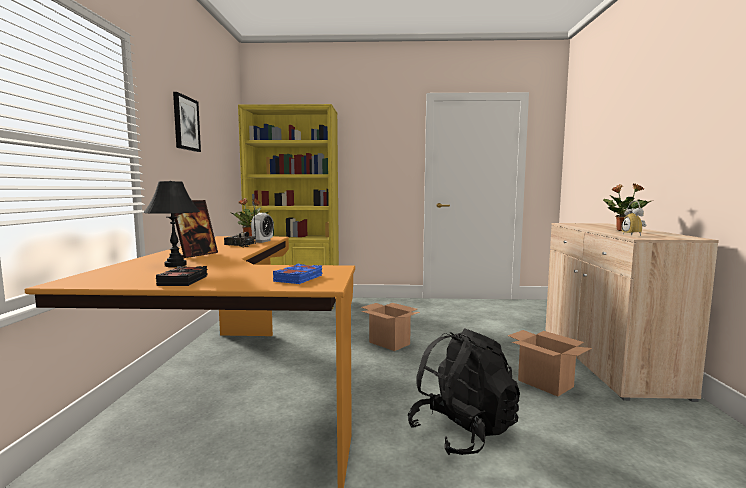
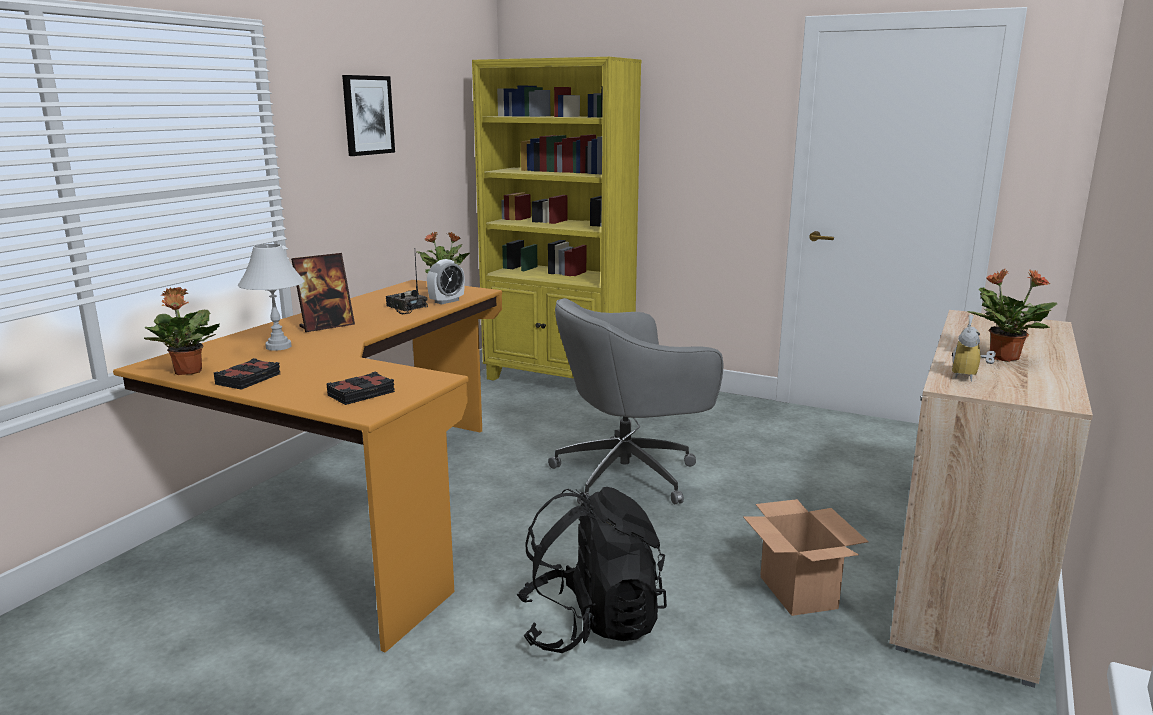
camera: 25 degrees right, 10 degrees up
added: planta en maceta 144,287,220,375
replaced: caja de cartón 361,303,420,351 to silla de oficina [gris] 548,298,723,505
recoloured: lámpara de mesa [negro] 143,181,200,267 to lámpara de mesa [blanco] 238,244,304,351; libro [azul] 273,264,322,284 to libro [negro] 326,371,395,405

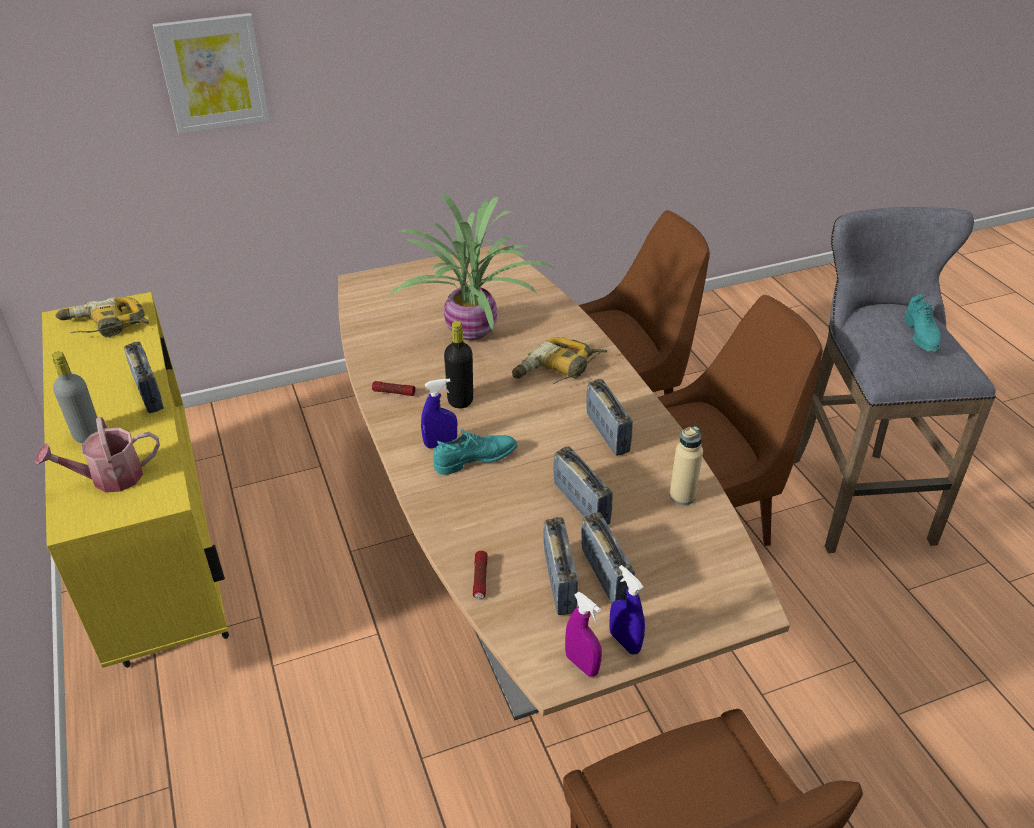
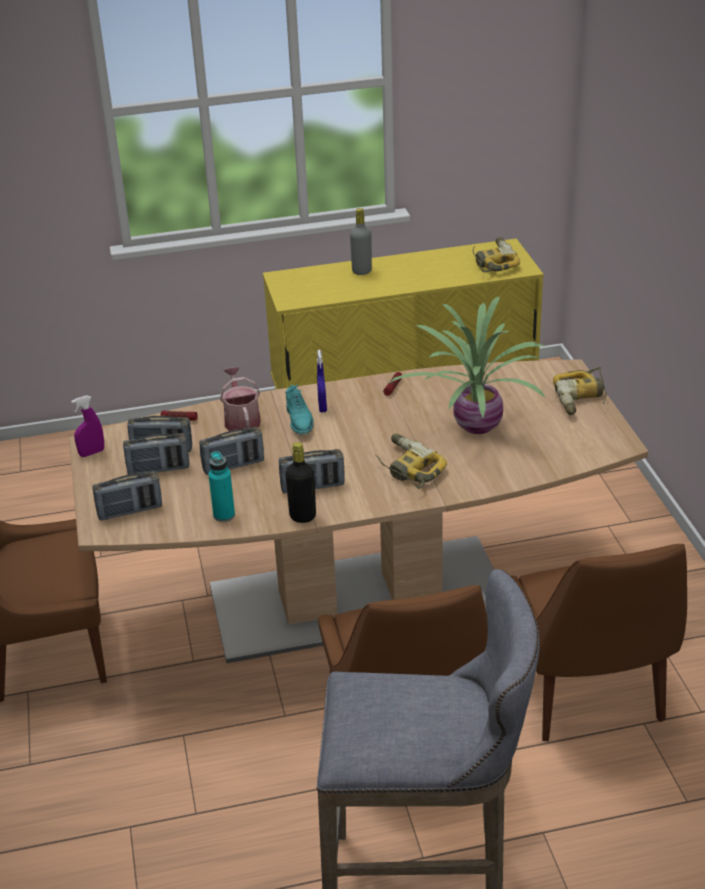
camera: 100 degrees right, 5 degrees down
removed: cuadro 153,13,270,134; pulverizador [azul] 609,565,645,654; zapato [turquesa] 904,294,941,352
added: taladro 553,367,607,415
moved: regadera 35,417,160,492 to 220,367,261,431; radio 124,342,164,413 to 92,471,162,521; botella [negro] 444,321,473,409 to 285,442,316,523
recoloured: botella [beis] 669,426,703,505 to botella [turquesa] 208,451,235,522

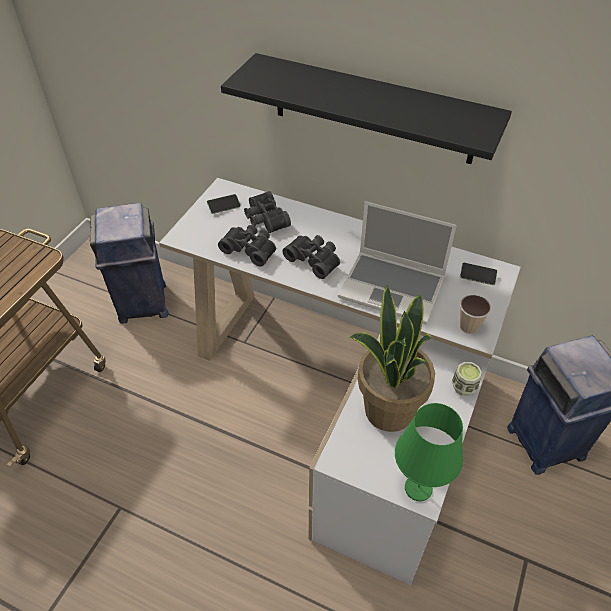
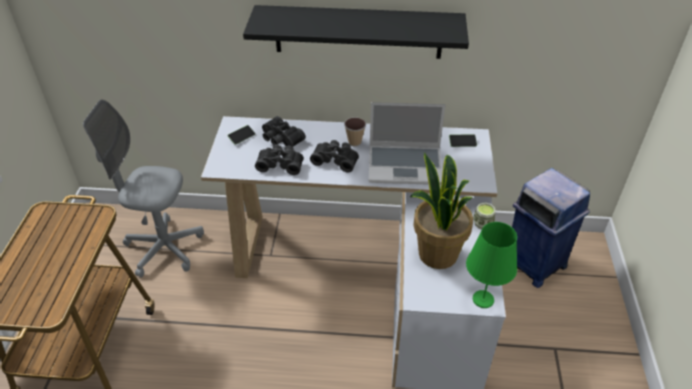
camera: 20 degrees left, 5 degrees down
moved: taza 460,295,491,334 to 344,117,366,147
replaced: papelera [azul] 90,203,169,324 to silla de oficina [gris] 83,99,204,277

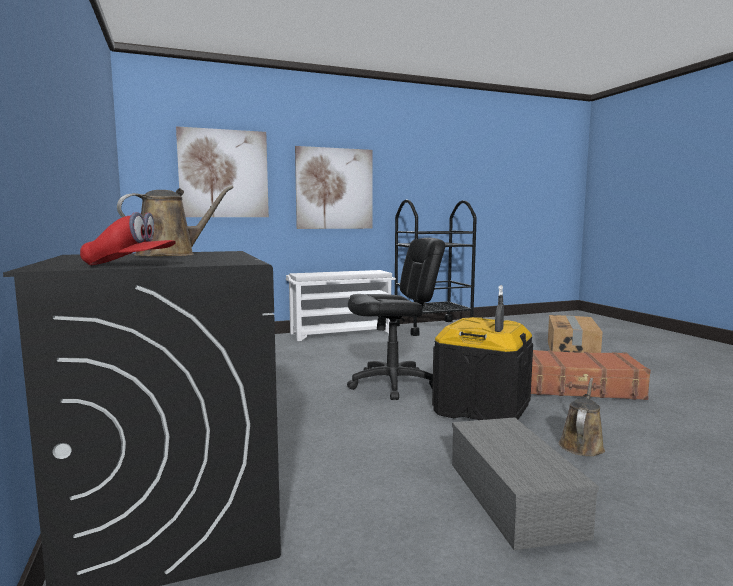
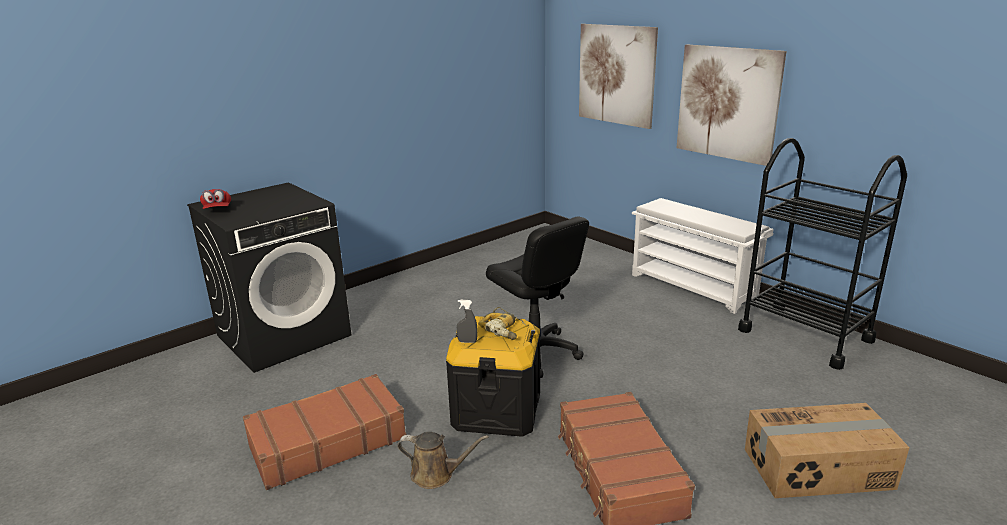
camera: 70 degrees right, 15 degrees up
removed: regadera [marrón] 117,186,234,256
added: taladro 478,307,526,340
replaced: caja de almacenaje [gris] 452,417,599,550 to maleta [marrón] 243,374,406,490

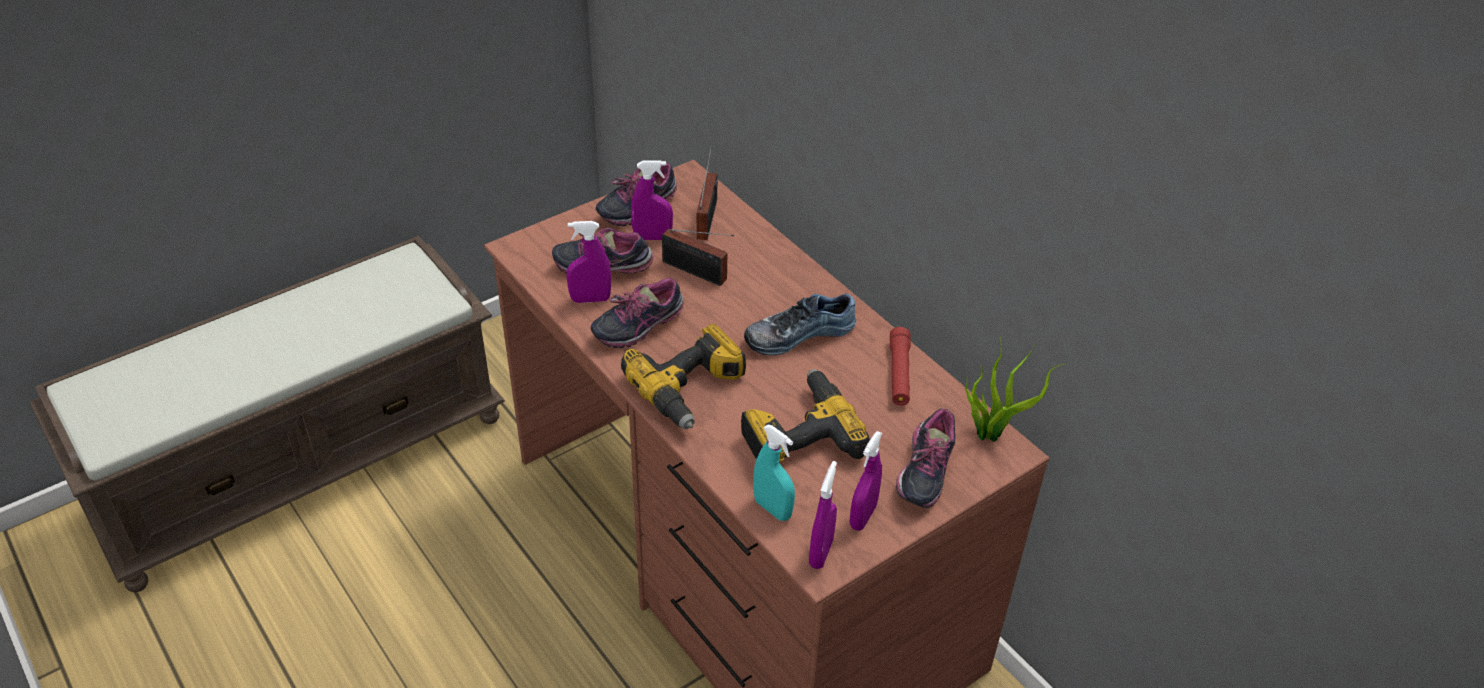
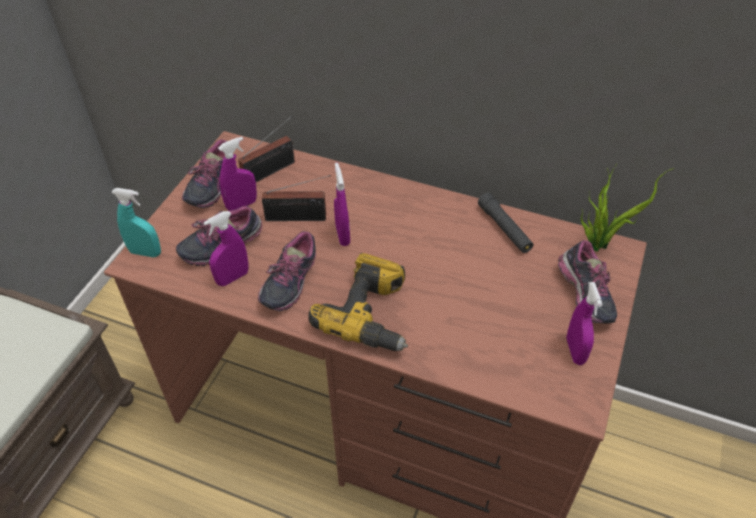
camera: 30 degrees left, 5 degrees up
removed: taladro 741,369,870,462; zapato 744,293,856,355
moved: pulverizador [turquesa] 753,425,795,521 to 111,188,161,257; pulverizador [morado] 809,461,837,569 to 334,163,350,246
recoloured: linterna [rojo] 890,327,911,406 to linterna [negro] 478,193,533,253
turned: radio 697,146,718,240 = 238,116,295,182 75 degrees clockwise

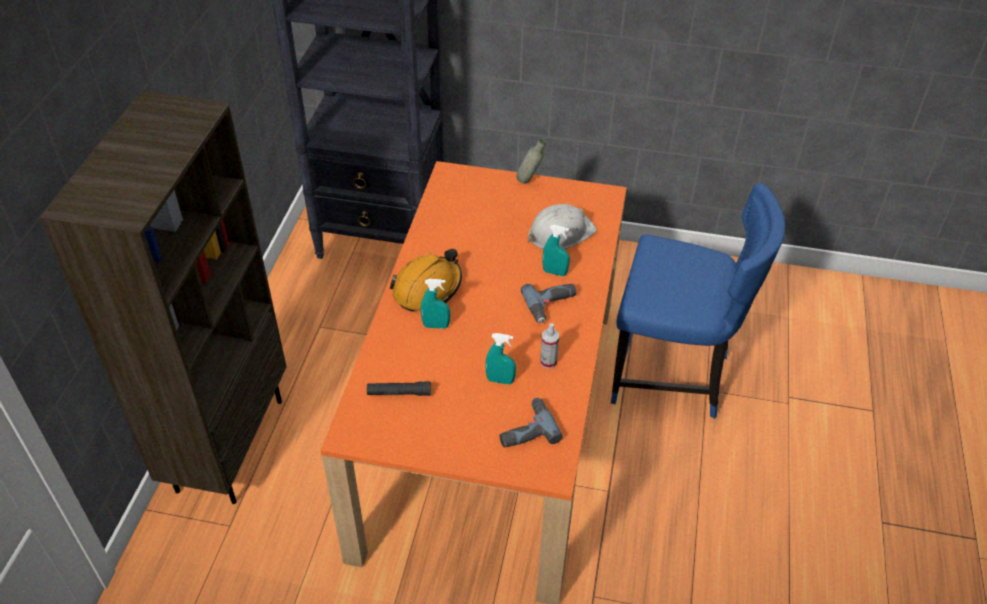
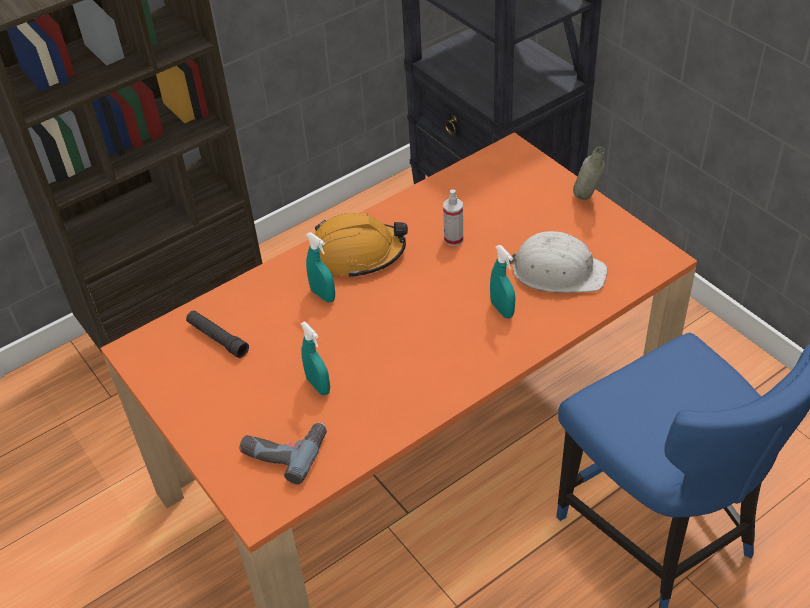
camera: 45 degrees right, 0 degrees up
removed: taladro 521,284,576,323
moved: pulverizador 540,323,559,369 to 443,189,463,246

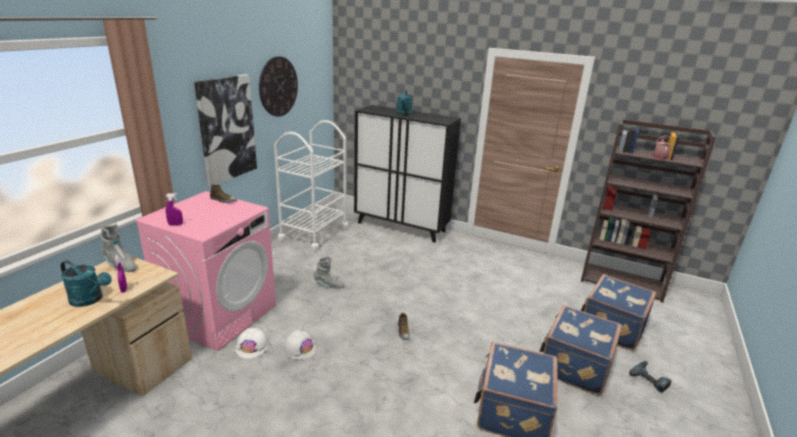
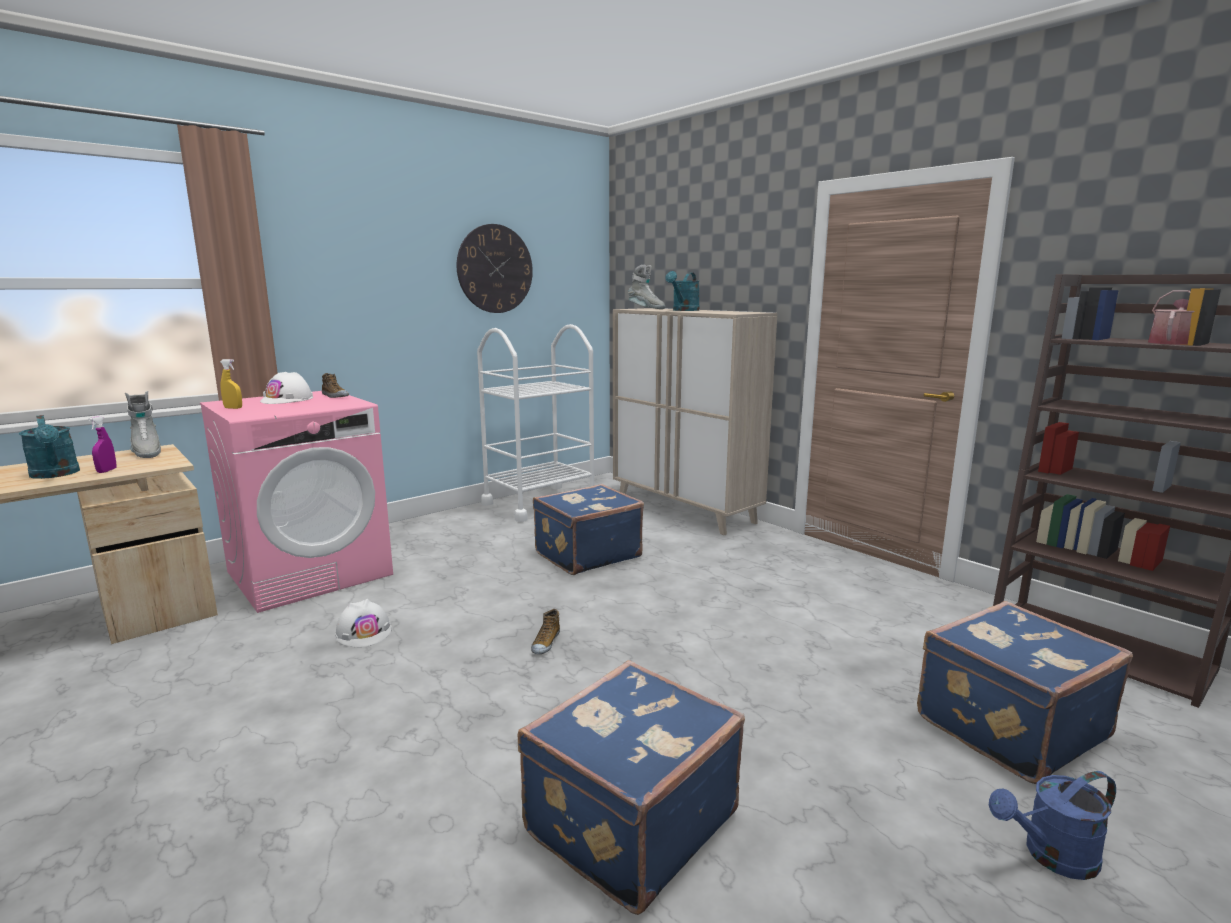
camera: 25 degrees right, 10 degrees down
removed: cuadro 194,74,257,187
moved: casco [blanco] 235,328,268,359 to 260,372,313,404; bota [gris] 314,256,344,289 to 628,265,666,309; maleta [azul] 540,305,622,396 to 533,484,644,575
replaced: taladro 629,361,672,393 to regadera [azul] 989,771,1116,880
recoloured: pulverizador [morado] 166,193,183,225 to pulverizador [amarillo] 220,359,242,409; armario [negro] 354,105,461,243 to armario [beis] 613,308,777,535

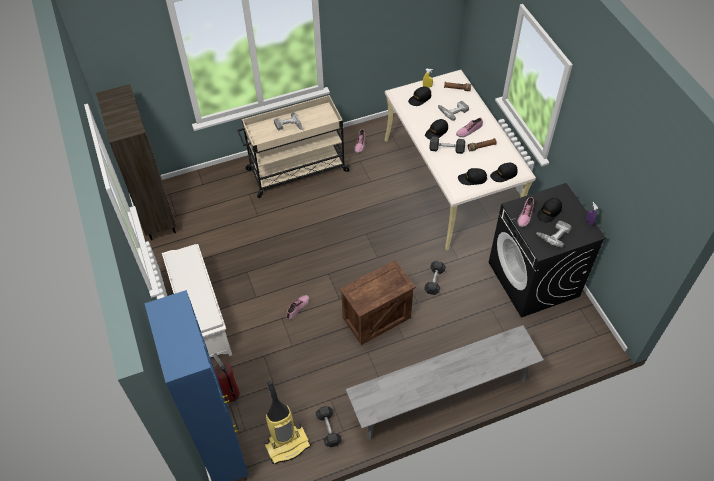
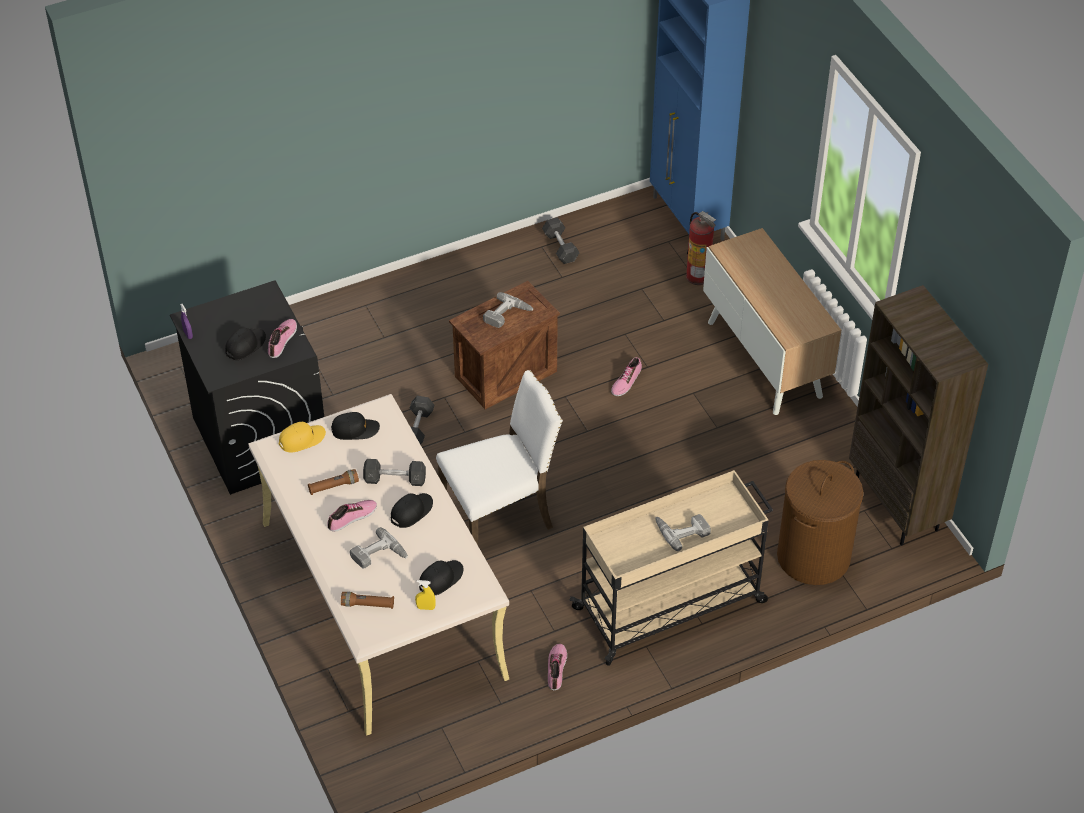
camera: 175 degrees right, 5 degrees down
removed: aspiradora 264,381,311,464; banco [gris] 346,325,544,441
added: silla [blanco] 436,370,563,545; cesto de la ropa [marrón] 777,460,863,585
moved: taladro 536,221,572,248 to 483,292,533,328
replaced: zapatero [blanco] 162,244,232,358 to armario 703,228,841,415
recoloured: gorra [negro] 490,163,518,182 to gorra [amarillo] 278,422,326,452

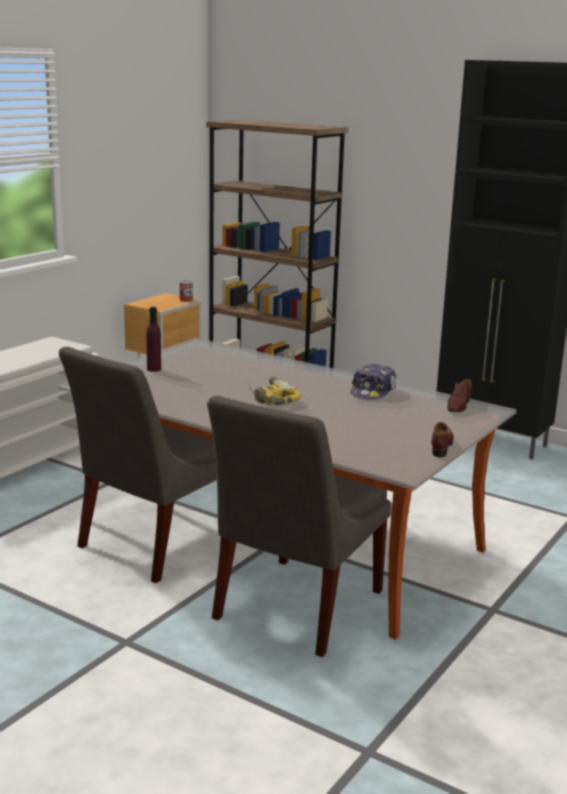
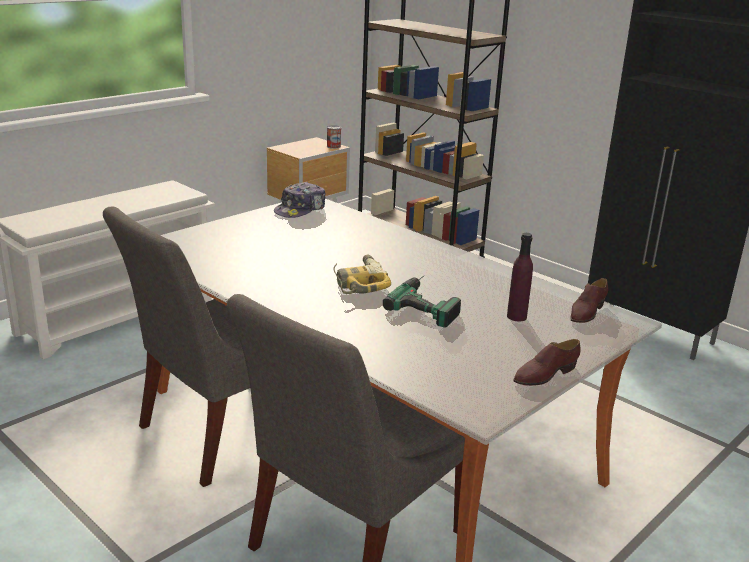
camera: 10 degrees right, 5 degrees up
added: taladro 383,276,461,328
moved: botella [morado] 146,307,161,372 to 507,233,533,321; gorra 350,363,396,400 to 274,182,326,218
turned: zapato [marrón] 431,422,454,457 = 513,339,581,386 150 degrees counterclockwise

